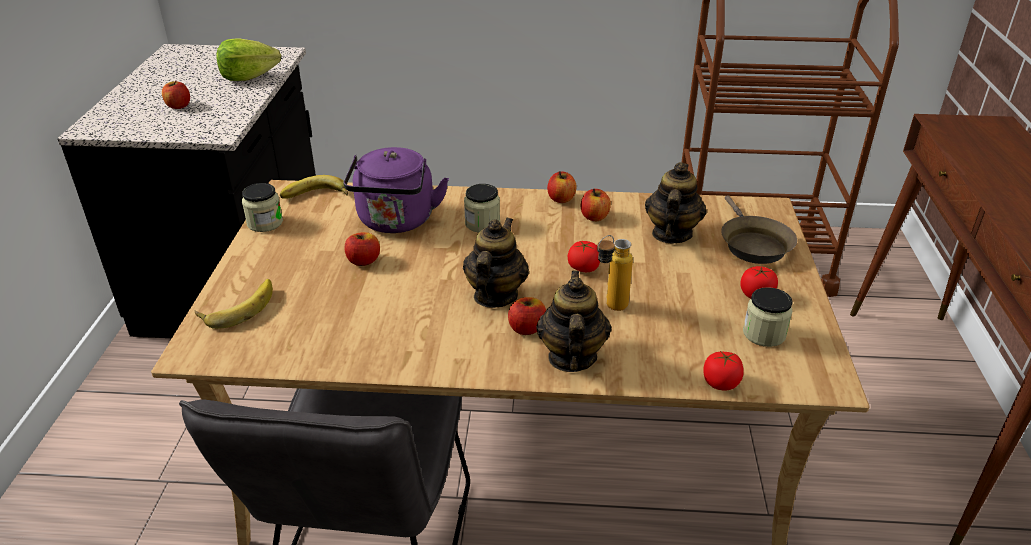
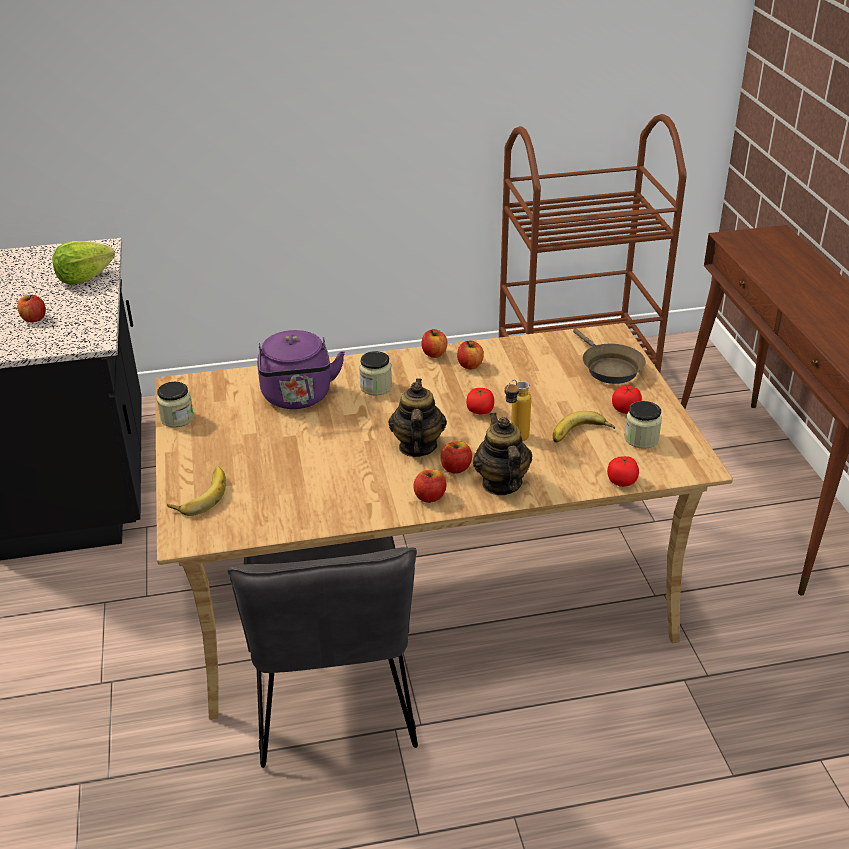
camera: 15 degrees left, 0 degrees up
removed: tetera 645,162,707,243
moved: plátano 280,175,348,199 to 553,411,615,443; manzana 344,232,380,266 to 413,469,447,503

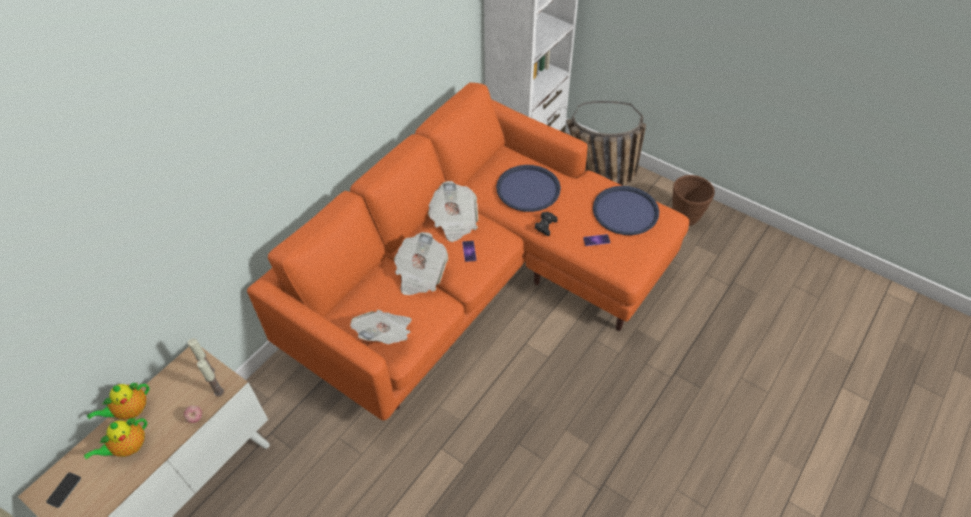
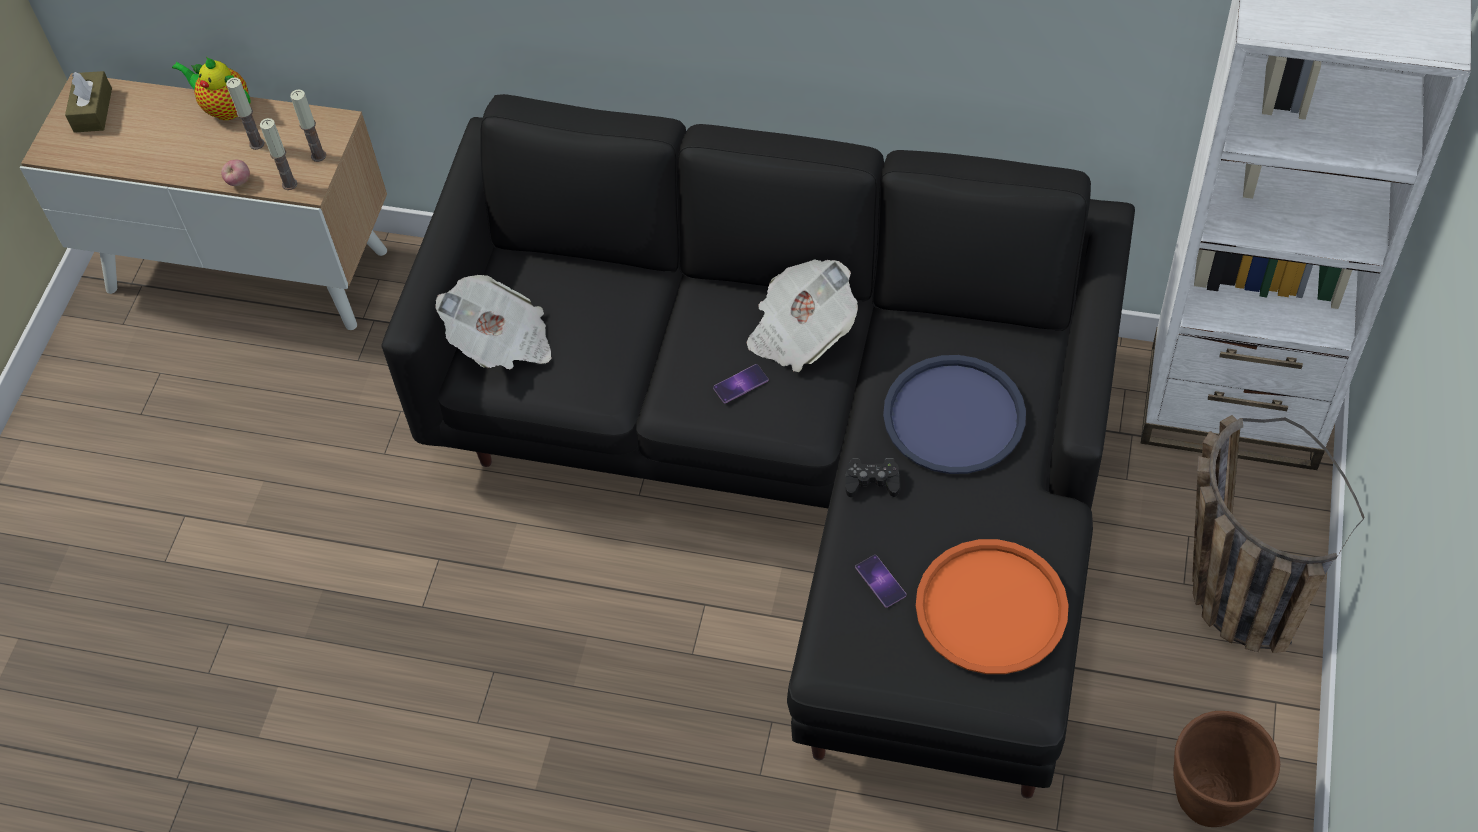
camera: 70 degrees right, 5 degrees up
removed: tetera 84,417,147,460; periódico 394,232,448,295
added: vela 226,77,265,150
replaced: móvil 46,472,81,508 to caja de pañuelos [marrón] 65,71,112,133
recoloured: sofá [naranja] 247,83,689,420 to sofá [negro] 381,94,1135,799; bandeja [azul] 593,186,659,235 to bandeja [naranja] 916,539,1069,674

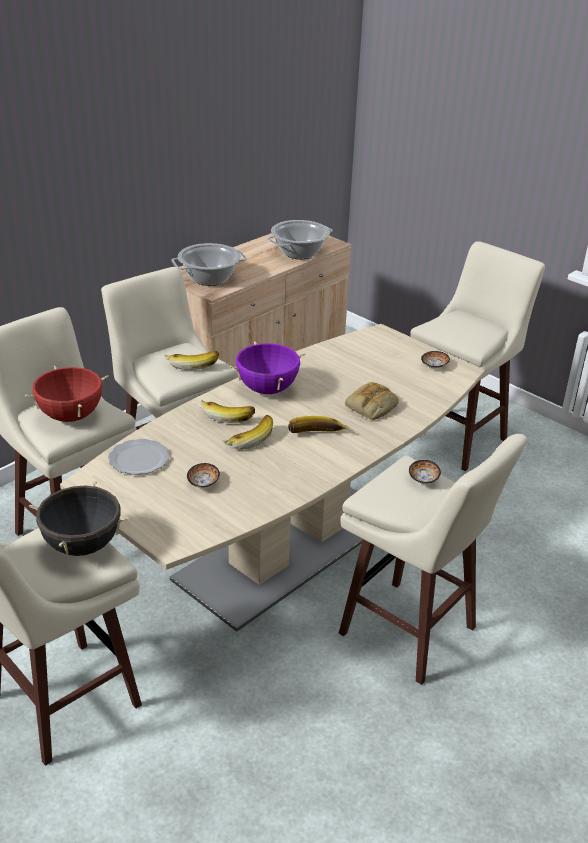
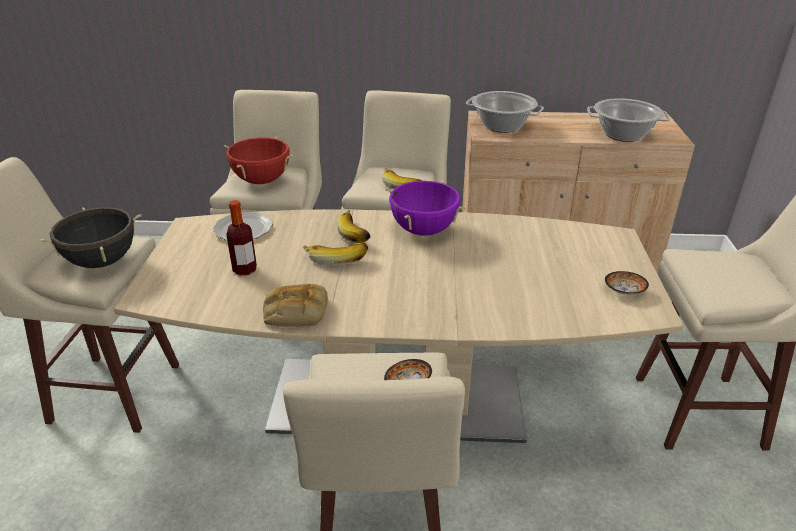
camera: 50 degrees right, 0 degrees up
removed: plátano 288,416,348,433
moved: pan 345,382,399,420 to 263,284,328,327
replaced: cuenco 187,463,220,488 to botella 226,200,257,276

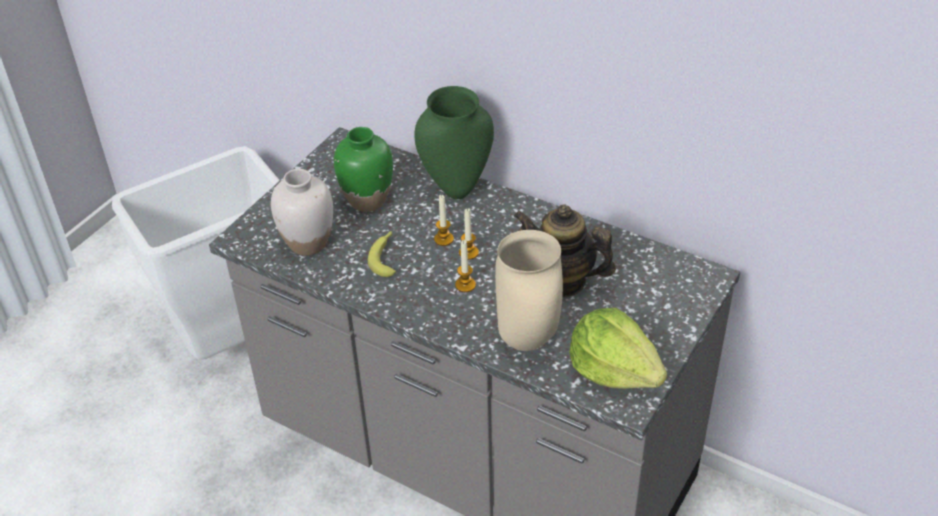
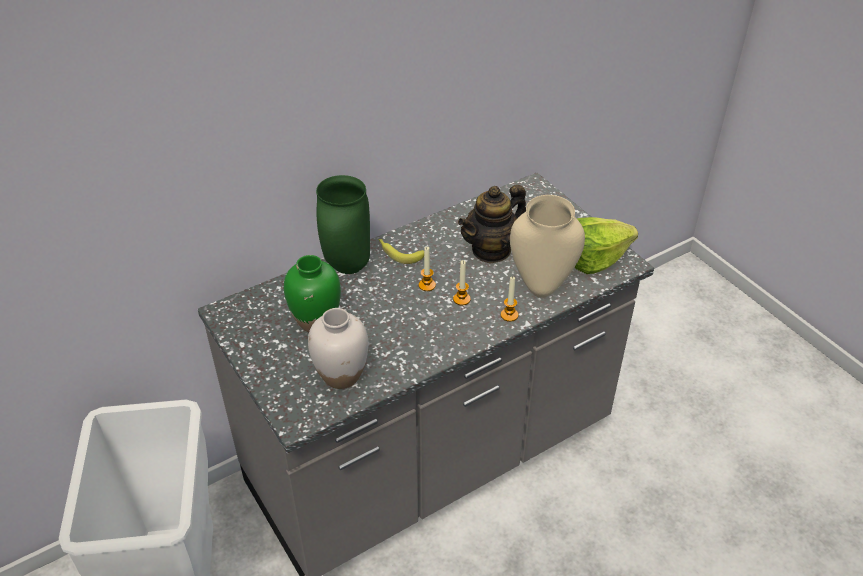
camera: 65 degrees left, 0 degrees up
moved: plátano 368,231,396,277 to 378,239,424,264; vela 434,195,454,246 to 501,277,518,322

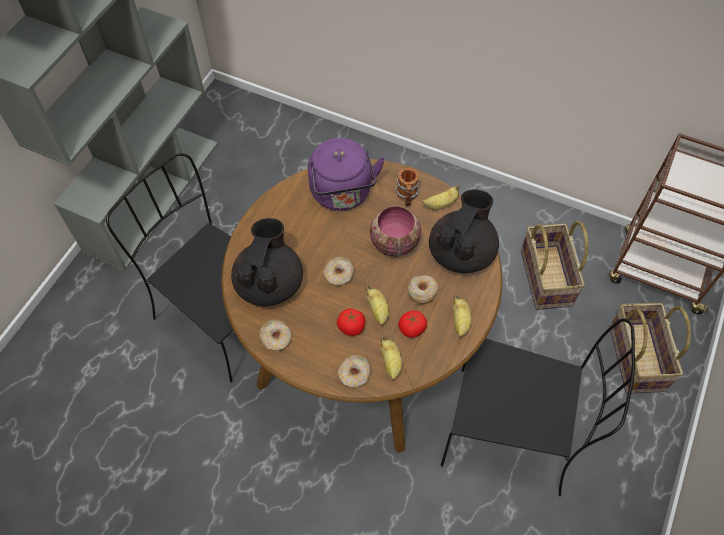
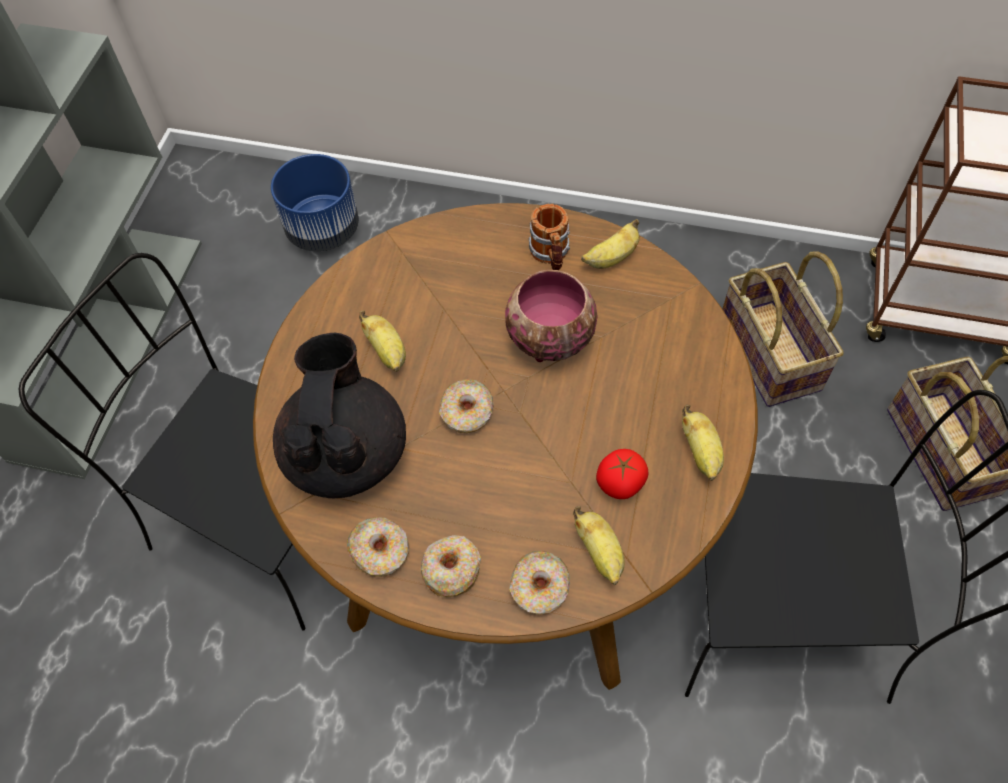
camera: 10 degrees left, 0 degrees up
removed: hervidor [morado] 308,138,385,211; tomate 337,308,365,336; tetera [negro] 429,189,499,273
added: maceta [azul] 271,154,359,252
moved: plátano 366,285,389,326 to 359,311,406,372; rosquilla 407,275,439,304 to 421,535,481,598

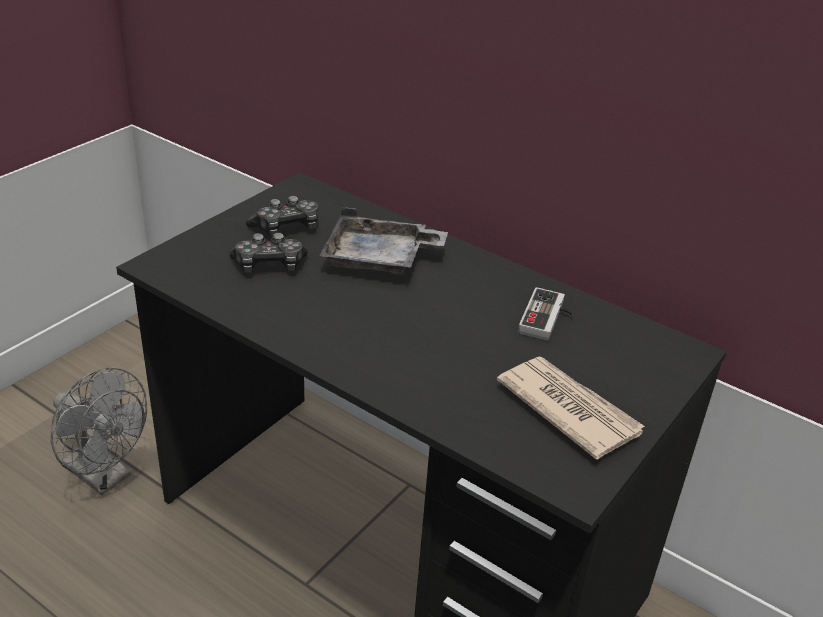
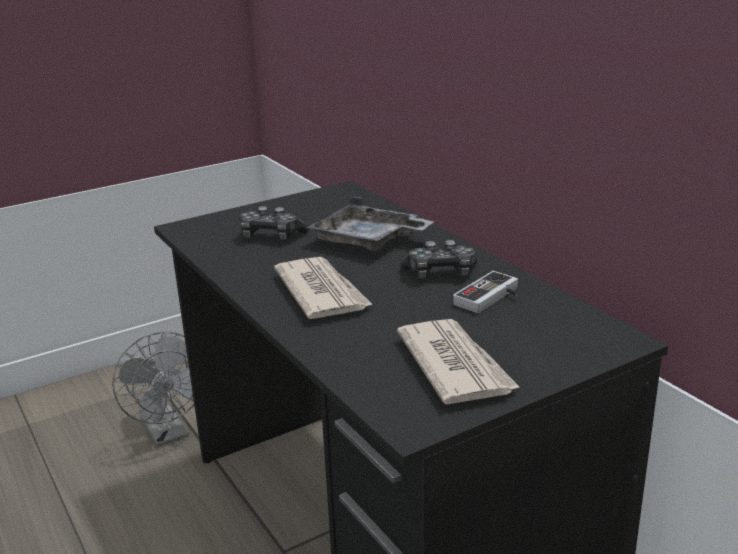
camera: 25 degrees right, 10 degrees down
added: periódico 274,257,373,319
moved: mando de consola 246,196,318,237 to 400,240,477,278

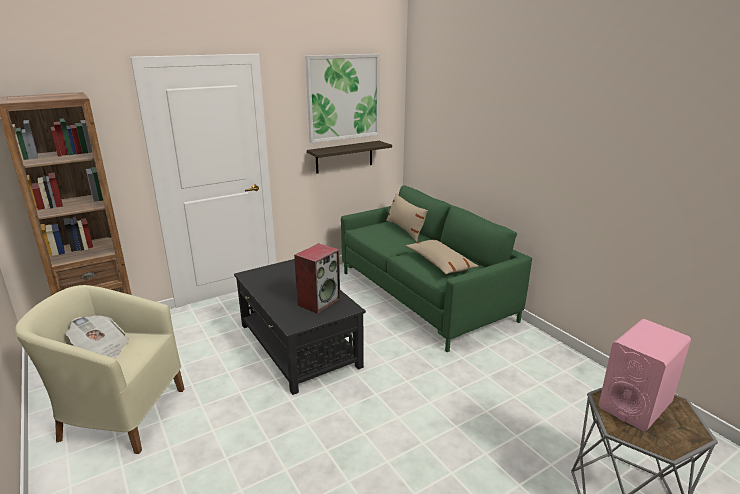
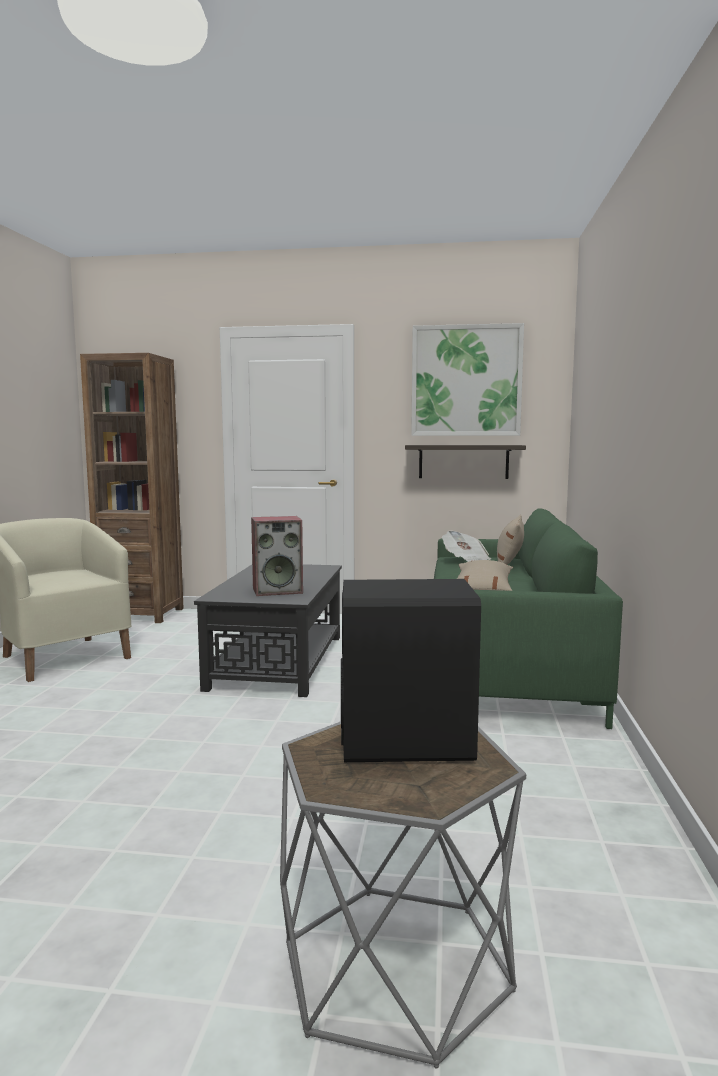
camera: 40 degrees right, 15 degrees down
moved: periódico 66,315,129,358 to 442,530,491,562
recoloured: altavoz [rosa] 599,319,691,431 to altavoz [negro] 341,579,481,762

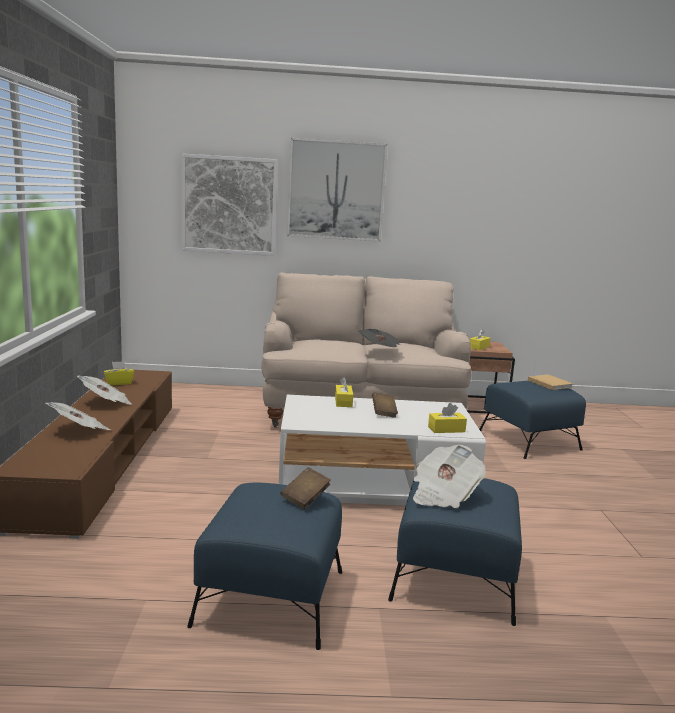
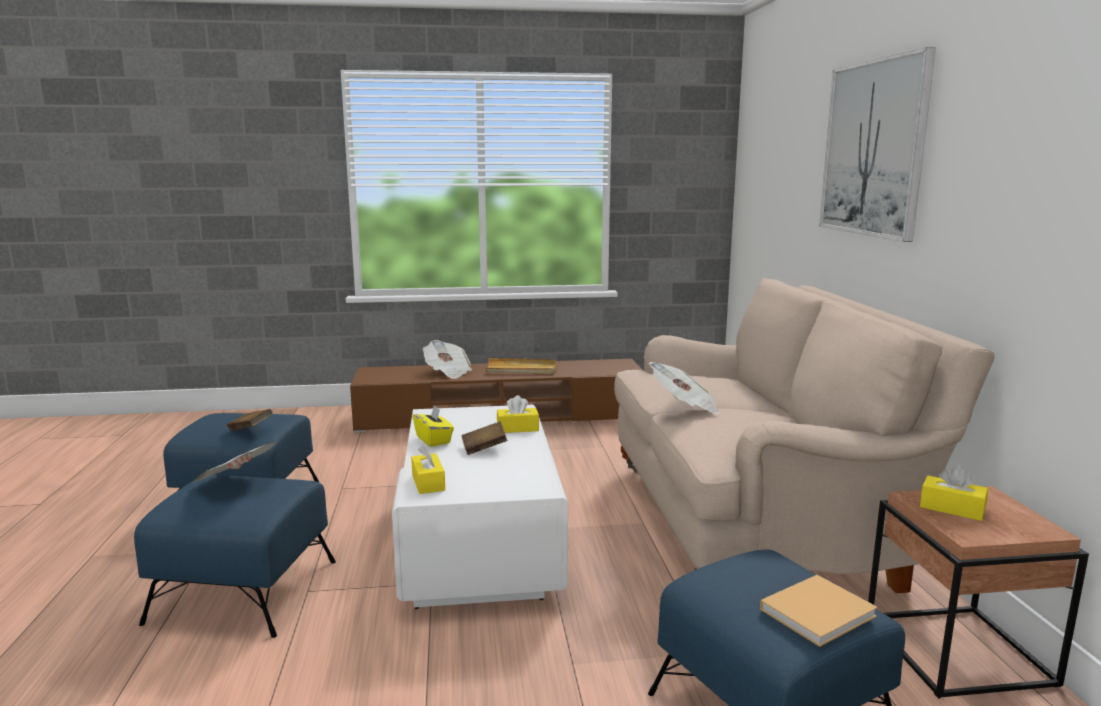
camera: 85 degrees right, 0 degrees up
removed: cuadro 181,153,278,256
moved: caja de pañuelos [amarillo] 104,361,134,385 to 413,405,454,447
replaced: periódico 77,376,132,405 to bandeja [beis] 486,358,556,374

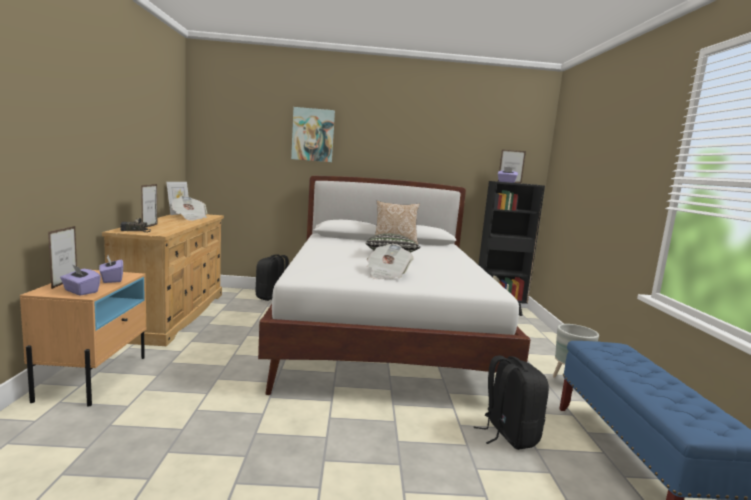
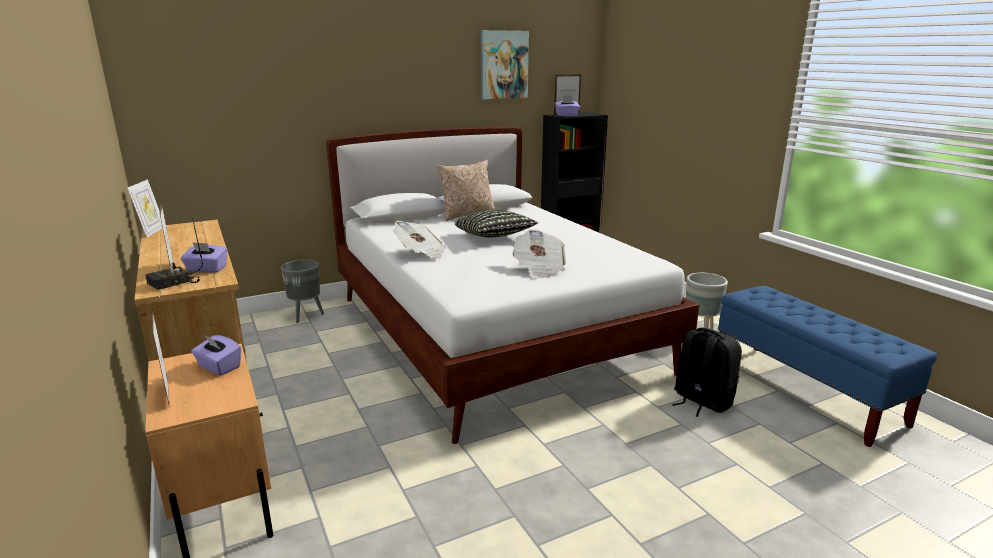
camera: 25 degrees left, 10 degrees up
moved: caja de pañuelos [morado] 60,264,101,296 to 181,242,228,273; periódico 171,196,207,221 to 393,221,446,259; cuadro 291,107,335,162 to 481,30,529,99
replaced: mochila [negro] 256,254,289,301 to maceta [gris] 281,259,324,323

